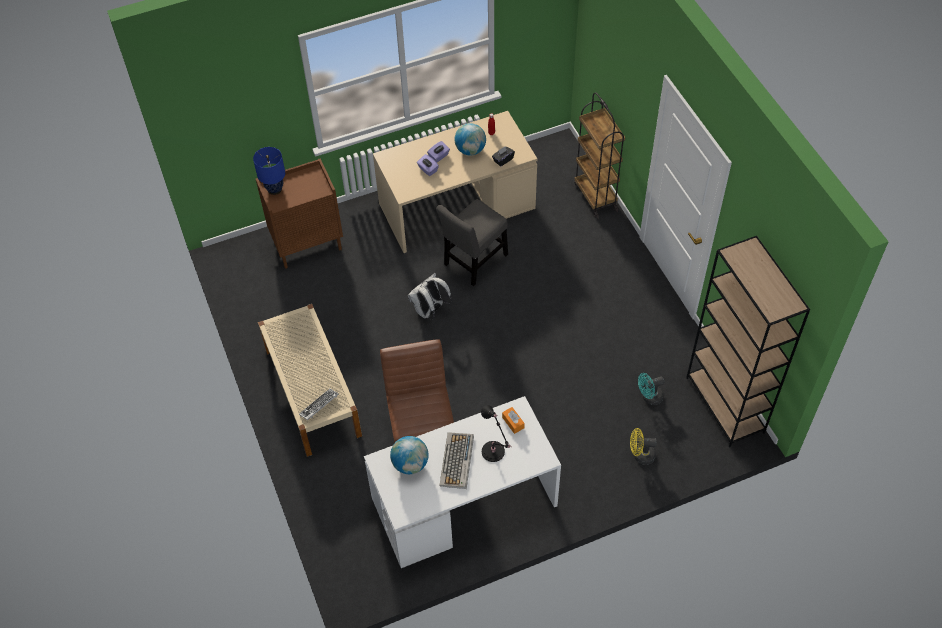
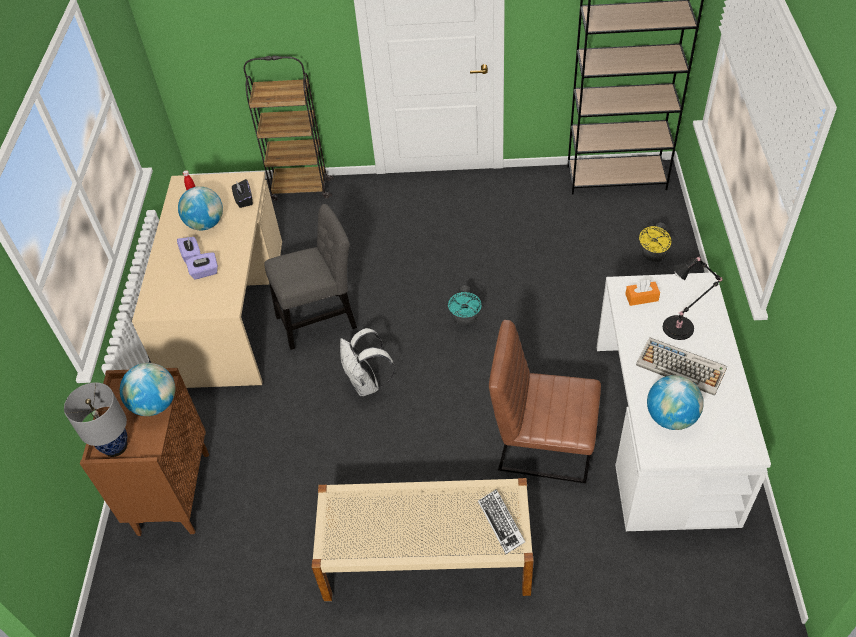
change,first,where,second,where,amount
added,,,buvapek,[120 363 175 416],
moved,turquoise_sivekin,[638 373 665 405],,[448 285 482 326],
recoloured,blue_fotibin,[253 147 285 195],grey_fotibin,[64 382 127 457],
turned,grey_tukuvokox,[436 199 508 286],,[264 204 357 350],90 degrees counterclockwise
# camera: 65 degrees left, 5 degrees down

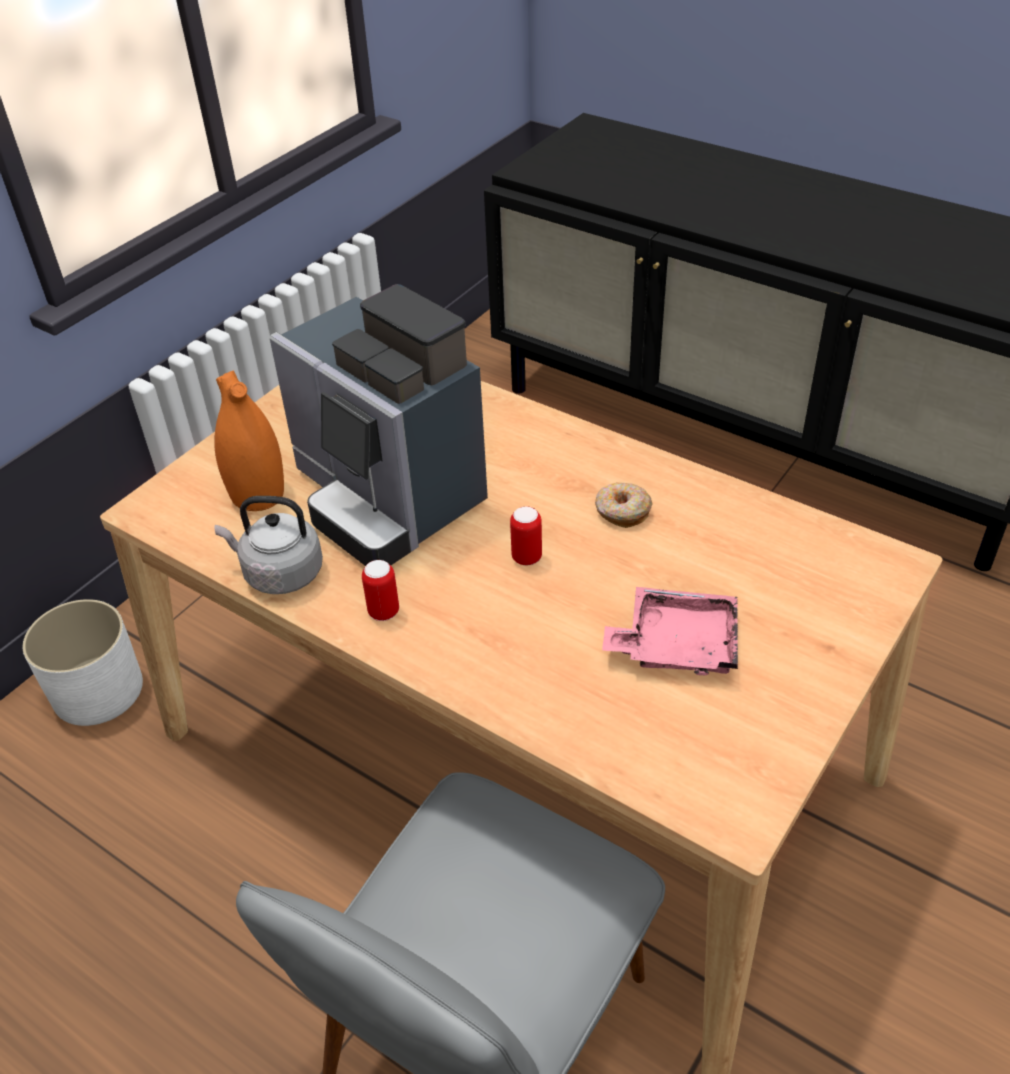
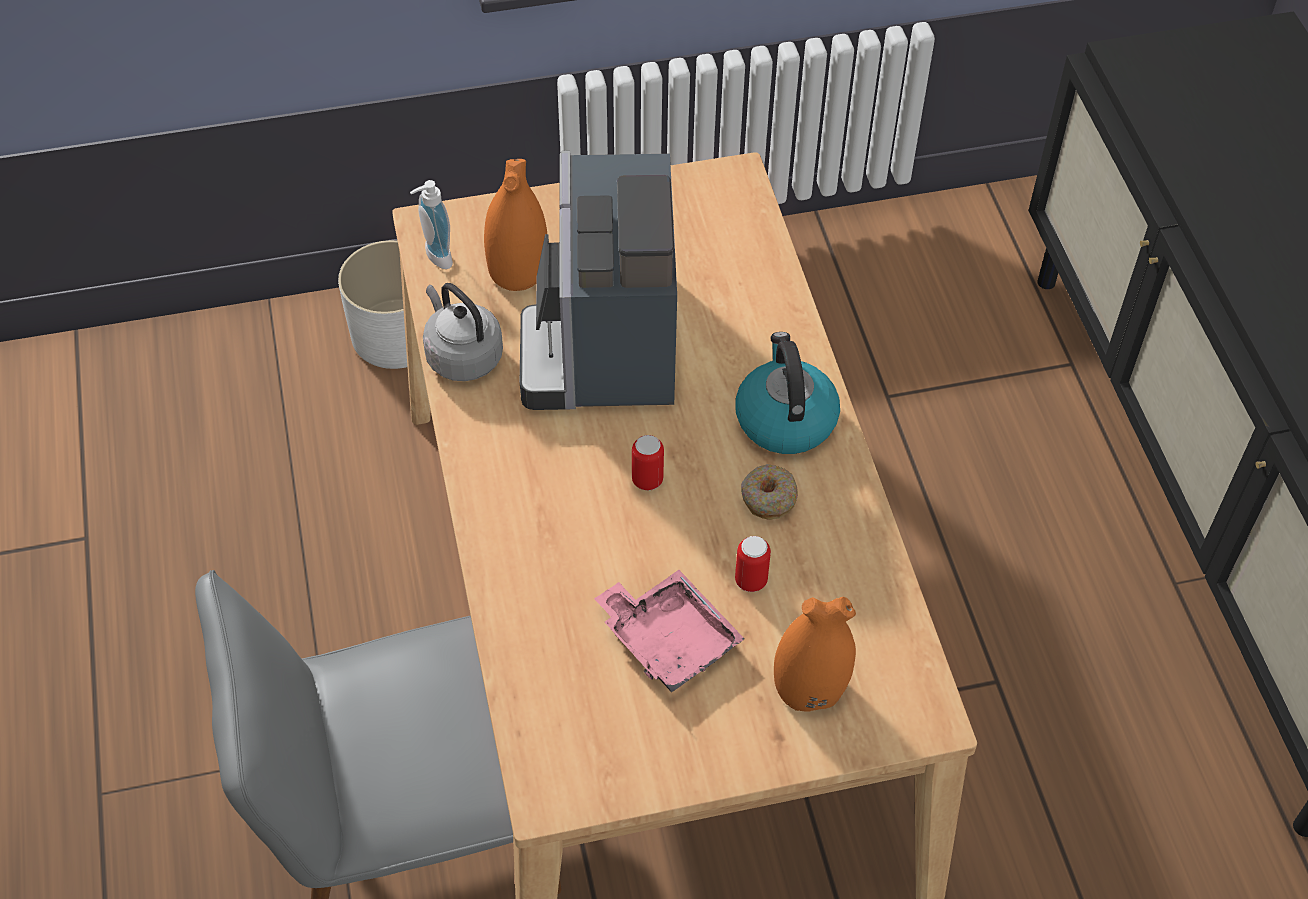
change,first,where,second,where,amount
added,,,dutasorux,[410 180 453 269],
added,,,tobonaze,[735 332 840 454],
added,,,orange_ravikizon,[774 597 856 712],
moved,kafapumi,[362 560 399 621],,[735 536 771 592],
# camera: 40 degrees right, 10 degrees up

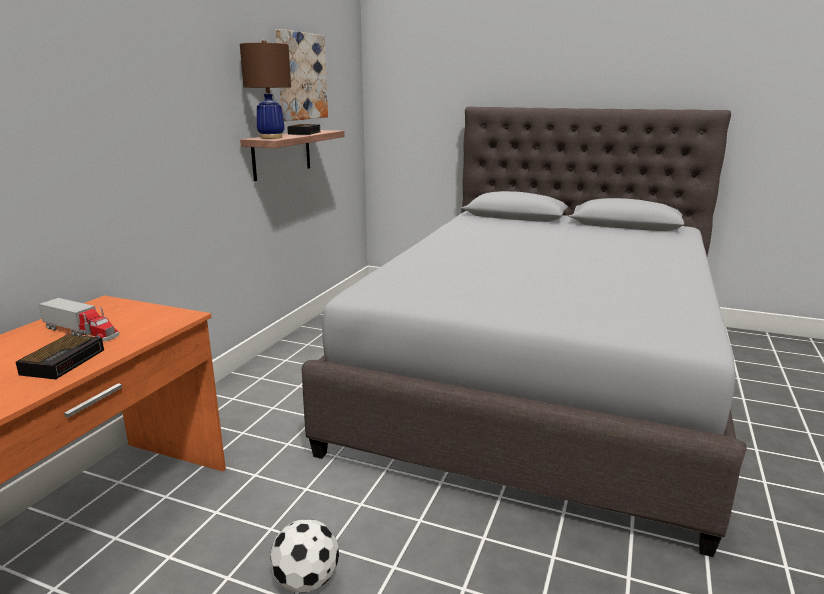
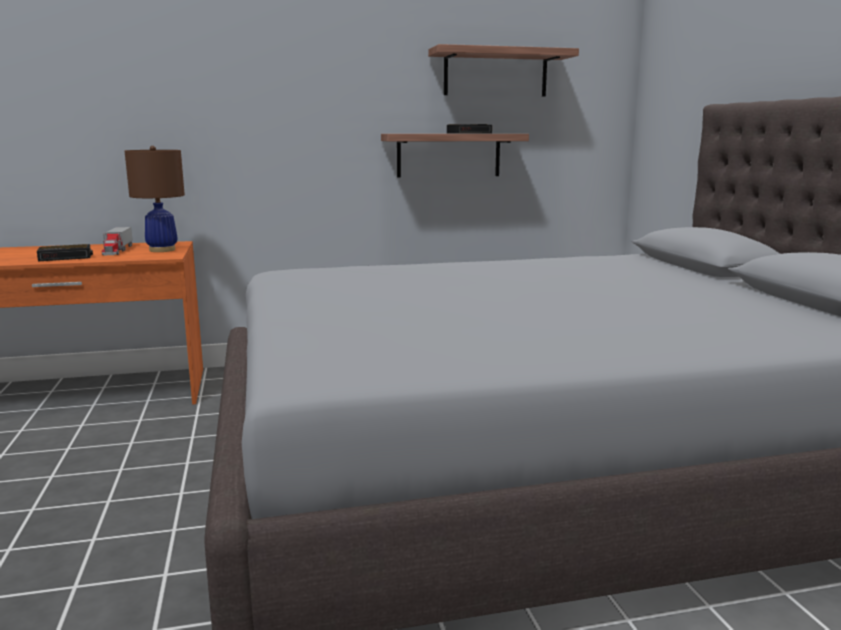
change,first,where,second,where,amount
removed,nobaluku,[270 519 339 592],,,
moved,brown_fotibin,[240 40 291 139],,[125 146 185 252],
replaced,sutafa,[275 29 328 121],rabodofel,[428 44 579 97],
# camera: 55 degrees right, 5 degrees down

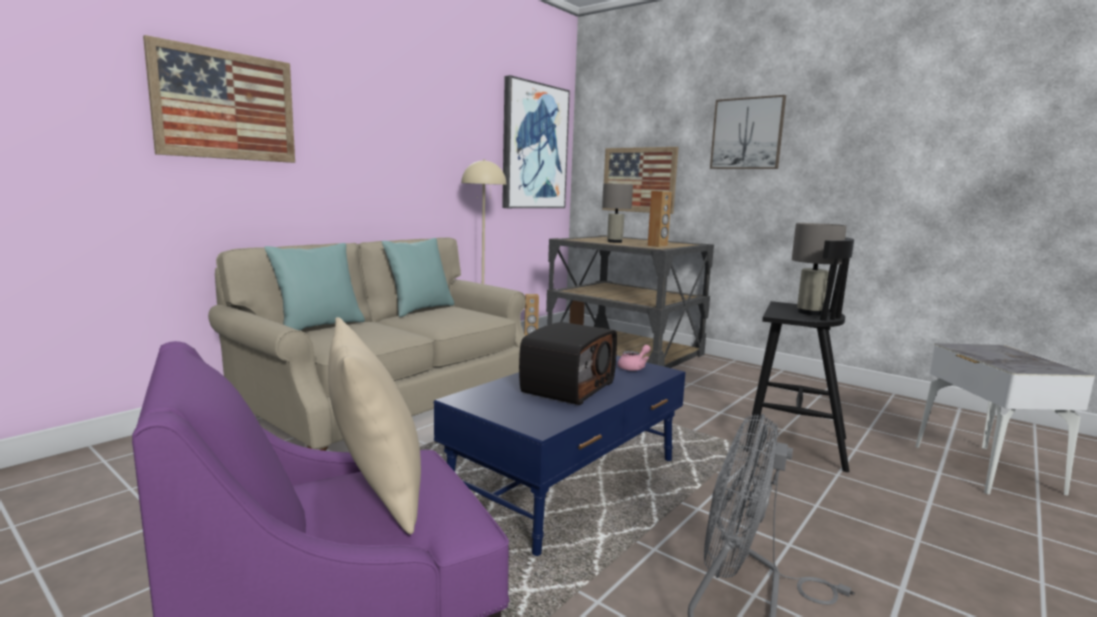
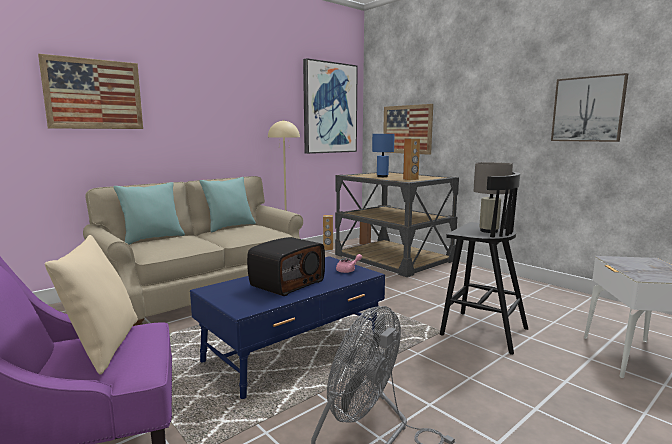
change,first,where,second,where,amount
moved,sutafa,[710 95 786 169],,[551 73 628 142],
recoloured,grey_fotibin,[602 183 633 243],blue_fotibin,[372 134 394 177],
# camera: 10 degrees right, 0 degrees up

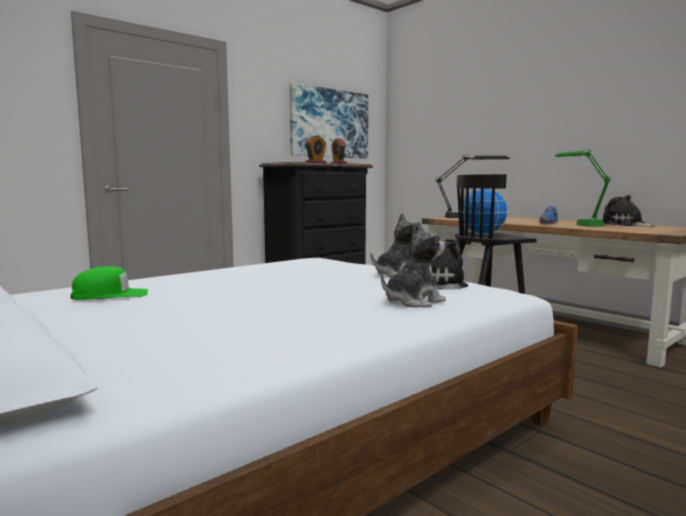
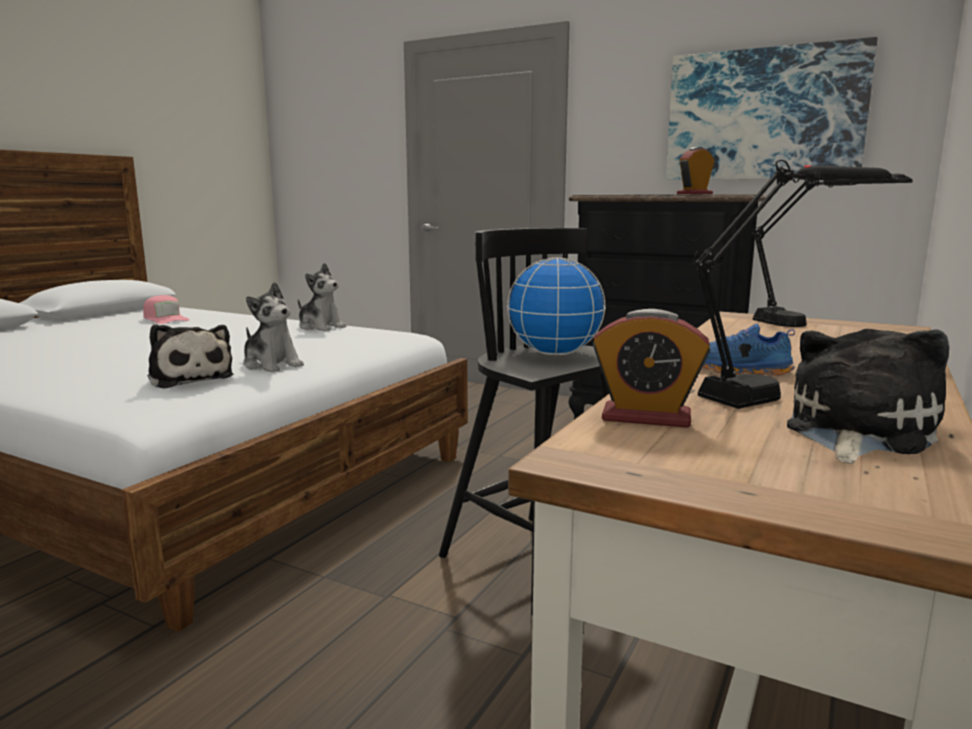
change,first,where,second,where,amount
moved,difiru,[305 136 326 163],,[592 309 711 428],
moved,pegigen,[381 222 446 307],,[298 263 346 331],
recoloured,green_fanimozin,[71 266 148 300],pink_fanimozin,[143 295 190 324],
recoloured,green_fotibin,[555 149 611 227],black_fotibin,[693 160 892 409],
# camera: 70 degrees right, 5 degrees up

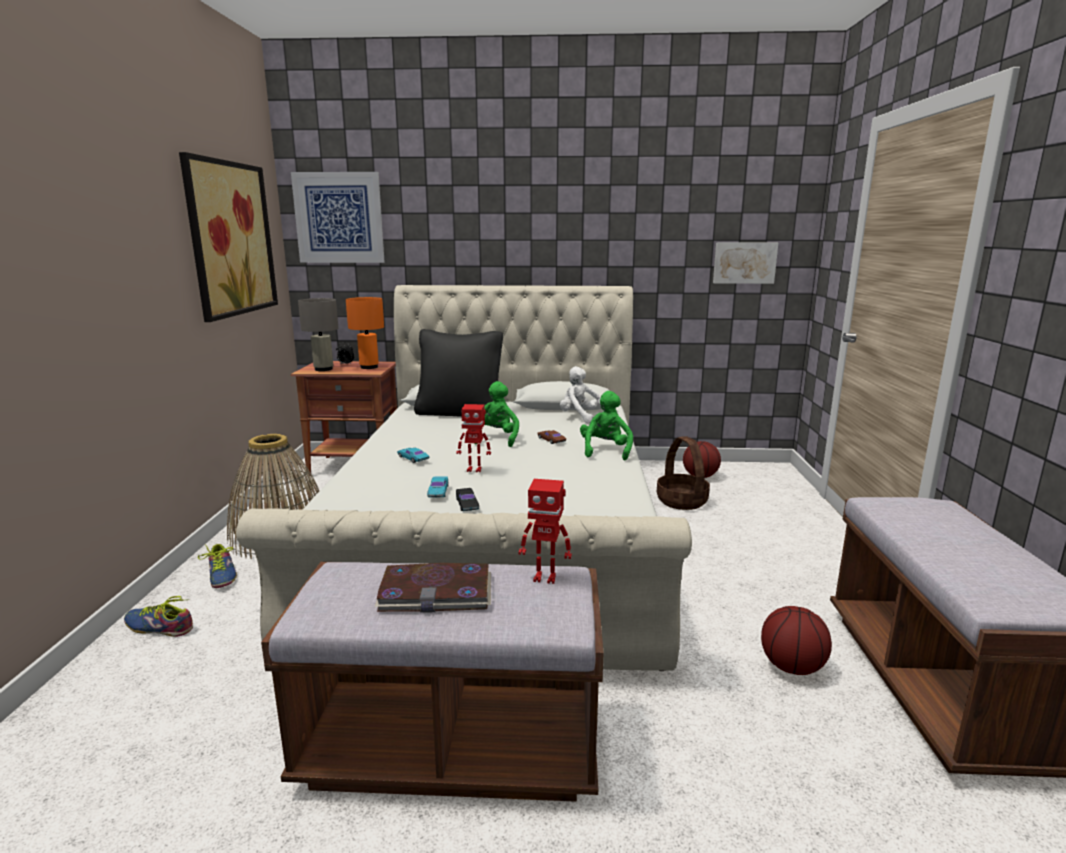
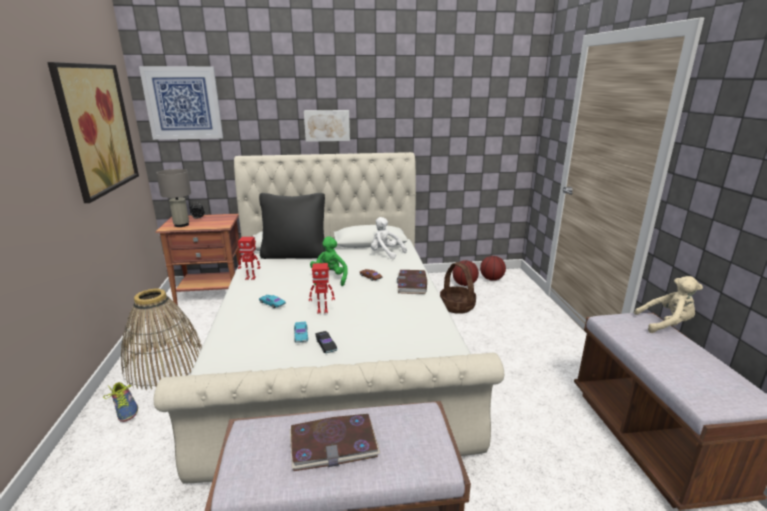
change,first,where,second,where,amount
removed,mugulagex,[124 596 193 637],,,
removed,orange_fotibin,[346 297 384 369],,,
added,,,beige_pegigen,[634 276 703 333],
moved,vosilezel,[519 479 572 584],,[238 237 261 280],
moved,sutafa,[713 242 778 284],,[304 110 350 142],
moved,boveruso,[761 606 832 675],,[480 256 506 281],
replaced,green_pegigen,[580 391 633 461],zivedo,[397 270 427 294],
# camera: 10 degrees left, 5 degrees up

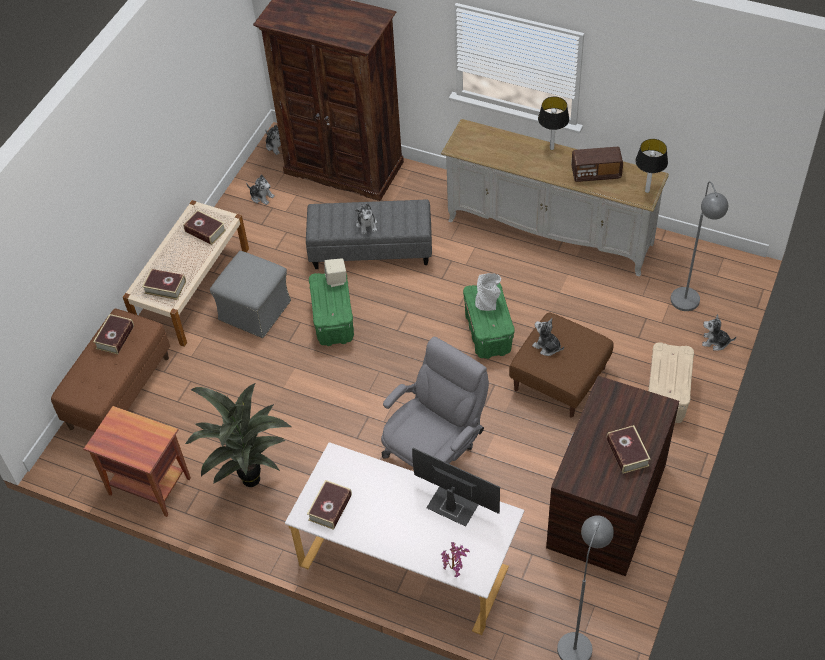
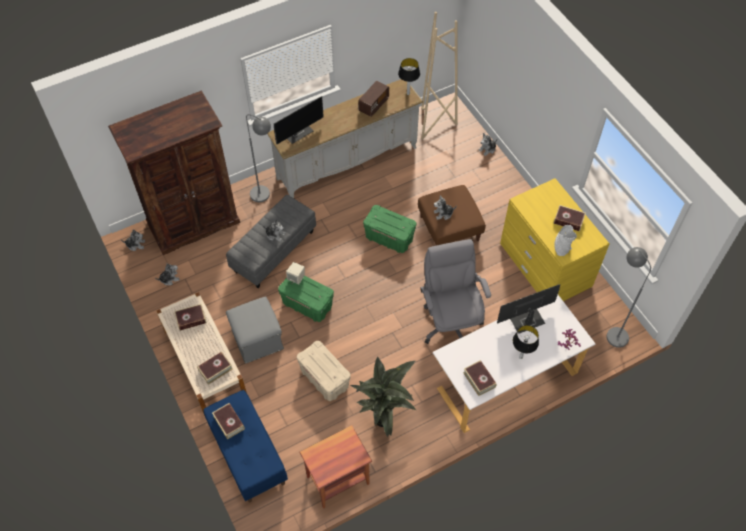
change,first,where,second,where,amount
added,,,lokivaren,[274 96 324 144],
added,,,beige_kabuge,[421 12 457 139],
moved,grey_ravikizon,[475 273 501 311],,[554 225 577 256],
moved,fotibin,[538 97 569 150],,[513 325 539 359],
moved,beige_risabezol,[648 342 694 423],,[297 341 351 401],
moved,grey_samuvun,[670 181 728 311],,[246 114 271 202],
recoloured,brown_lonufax,[51 309 170 432],blue_lonufax,[203 390 288 503],
recoloured,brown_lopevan,[546 376 679 576],yellow_lopevan,[500 178 610 301],
# camera: 55 degrees left, 5 degrees up

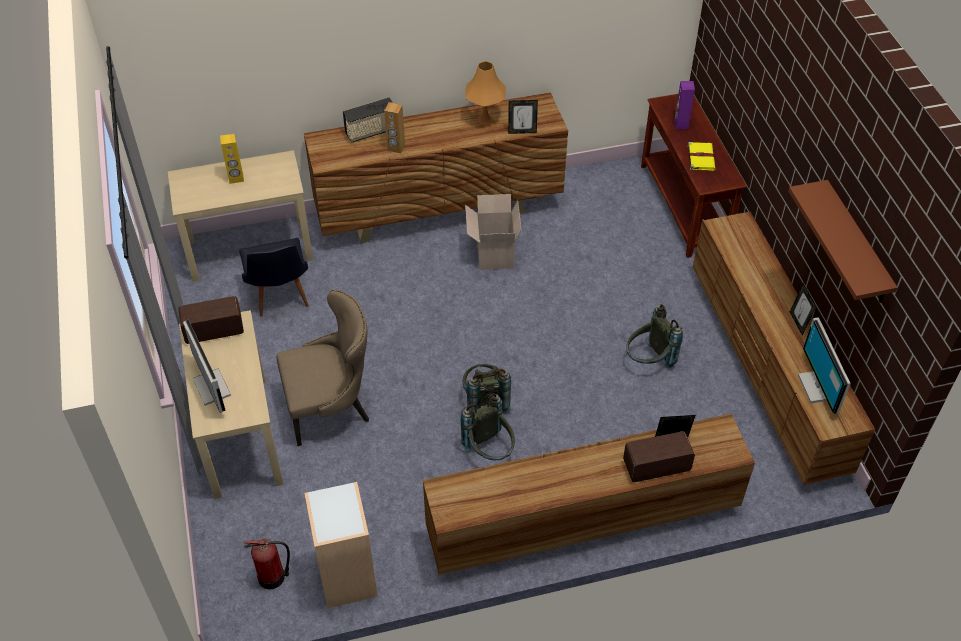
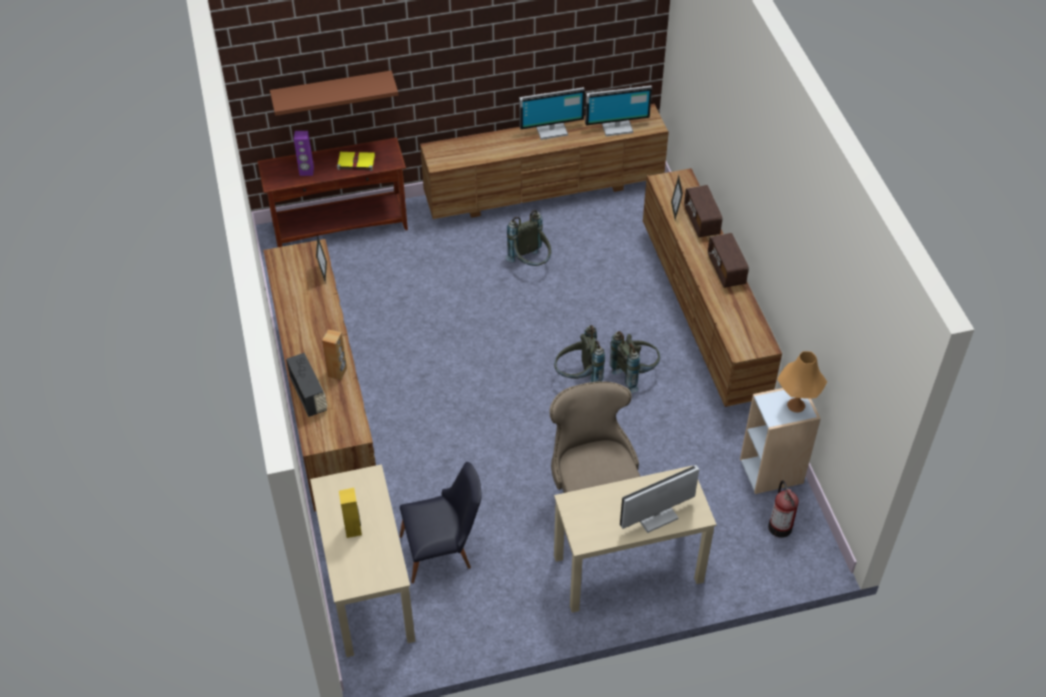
change,first,where,second,where,amount
removed,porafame,[465 194 521 270],,,
moved,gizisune,[178 296 244 344],,[708 233 749 288],
moved,orange_fotibin,[465 61 506 126],,[777 351 827 413],
moved,brown_rabodofel,[788 180 898 303],,[270 70 398 116],
replaced,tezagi,[790 283 816 335],lokivaren,[519 87 585 140],
# camera: 90 degrees left, 0 degrees up

